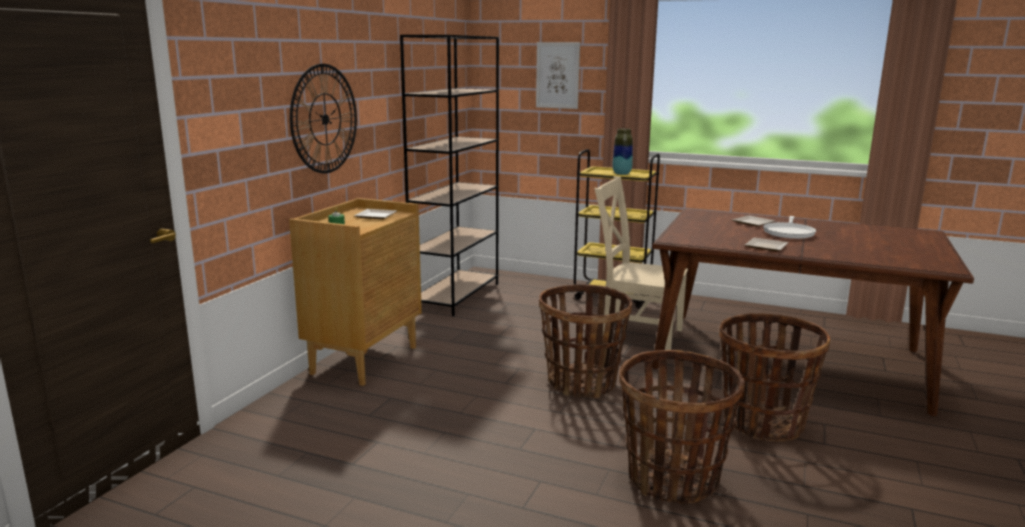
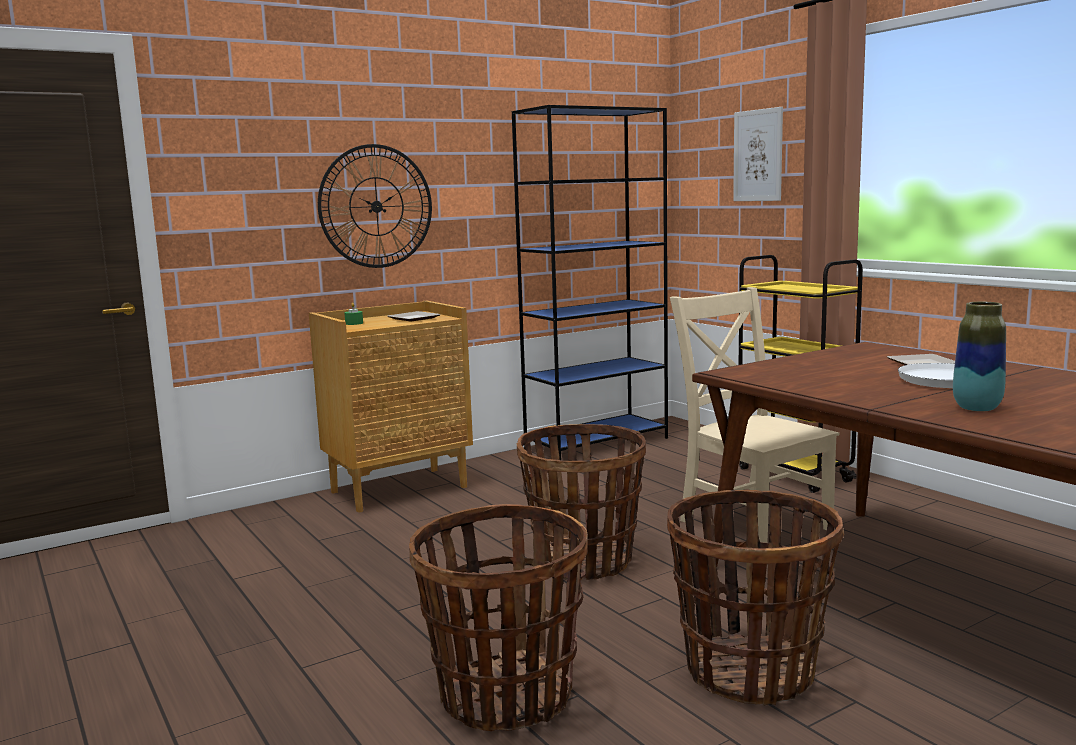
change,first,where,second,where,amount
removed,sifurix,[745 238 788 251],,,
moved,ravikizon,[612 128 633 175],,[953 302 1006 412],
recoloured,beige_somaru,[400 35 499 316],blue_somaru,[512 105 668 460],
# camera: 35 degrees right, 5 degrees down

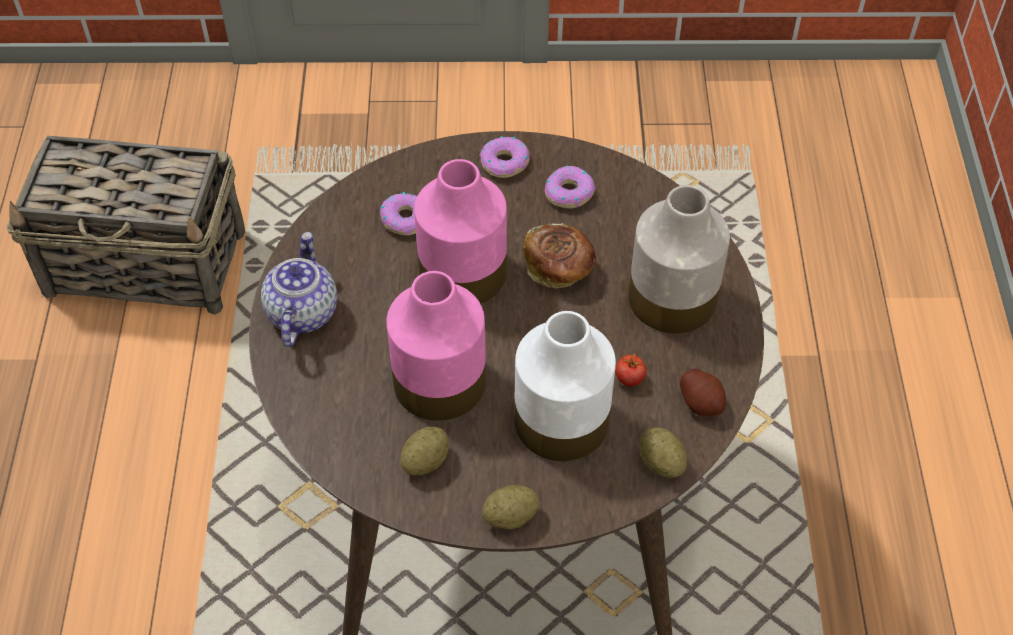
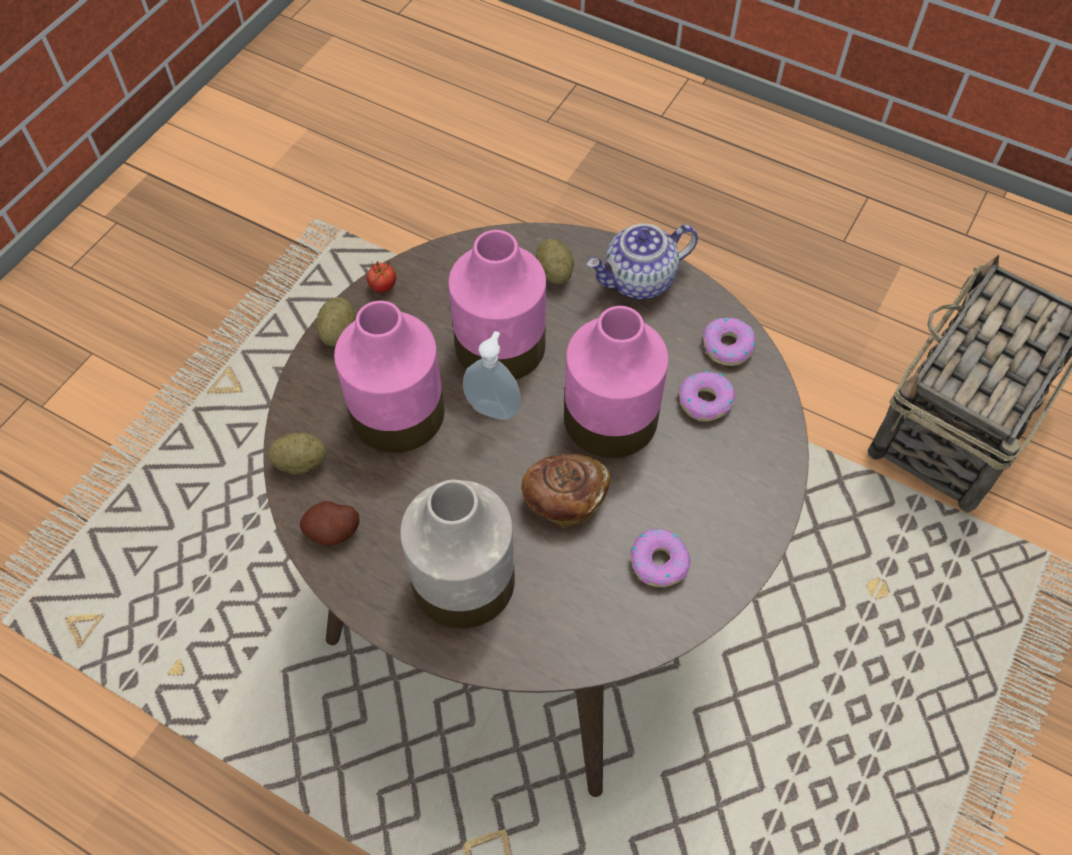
change,first,where,second,where,amount
added,,,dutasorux,[463 331 521 420],
moved,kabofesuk,[400 427 449 475],,[536 239 574 284],
moved,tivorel,[480 136 529 178],,[703 317 756 366],
moved,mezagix,[615 353 647 386],,[367 259 396 292],
recoloured,white_ravikizon,[515 311 616 461],pink_ravikizon,[334 301 444 453],
turned,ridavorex,[261 232 337 347],,[586 224 698 299],120 degrees clockwise
# camera: 120 degrees right, 5 degrees up

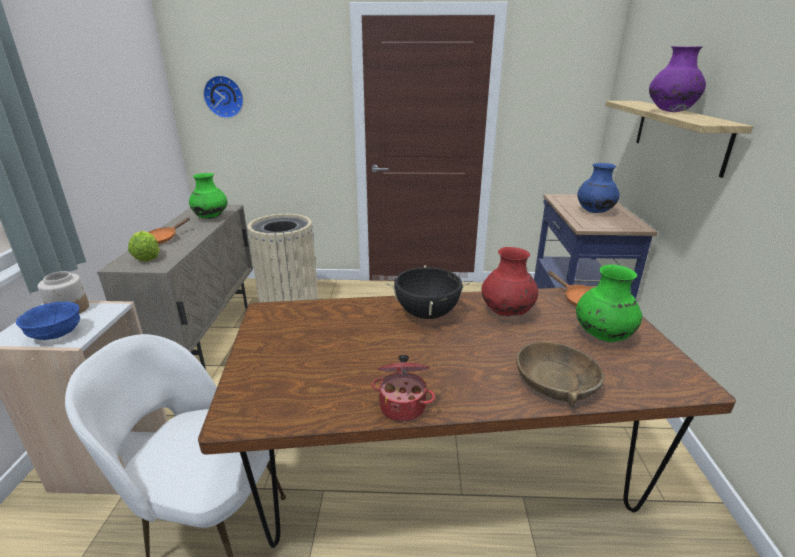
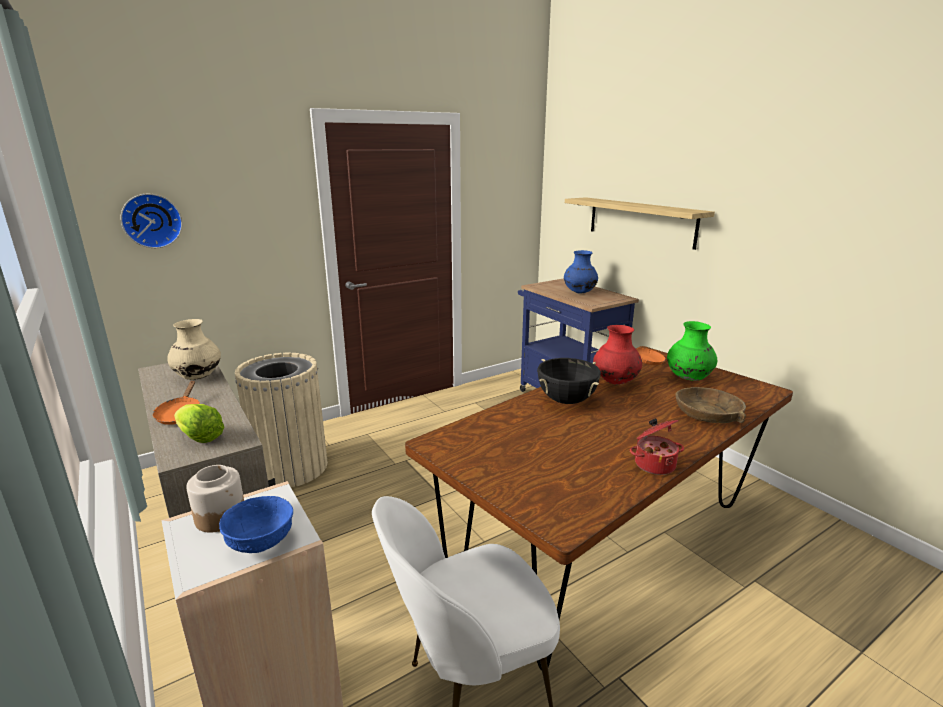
change,first,where,second,where,amount
removed,purple_ravikizon,[649 46 706 112],,,
recoloured,green_ravikizon,[189 173 228 219],beige_ravikizon,[167 319 221 380],
# camera: 35 degrees left, 5 degrees down

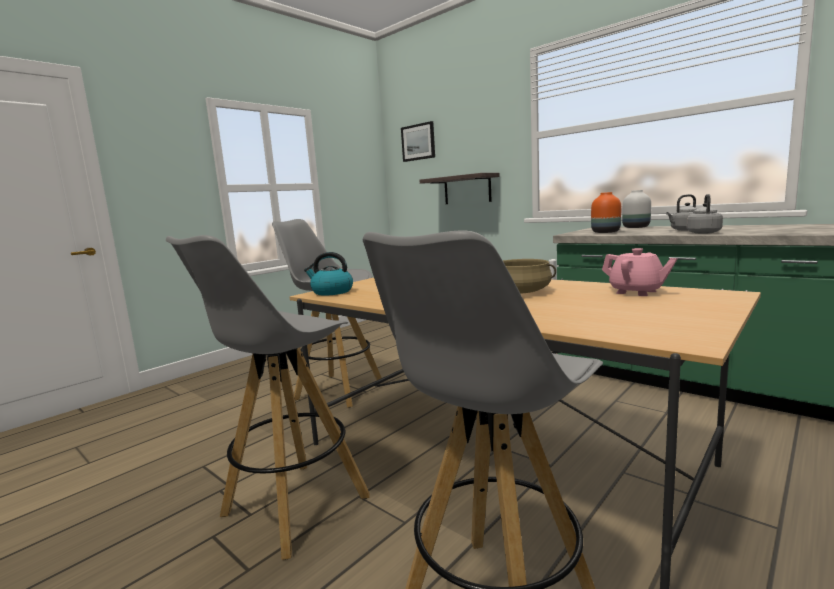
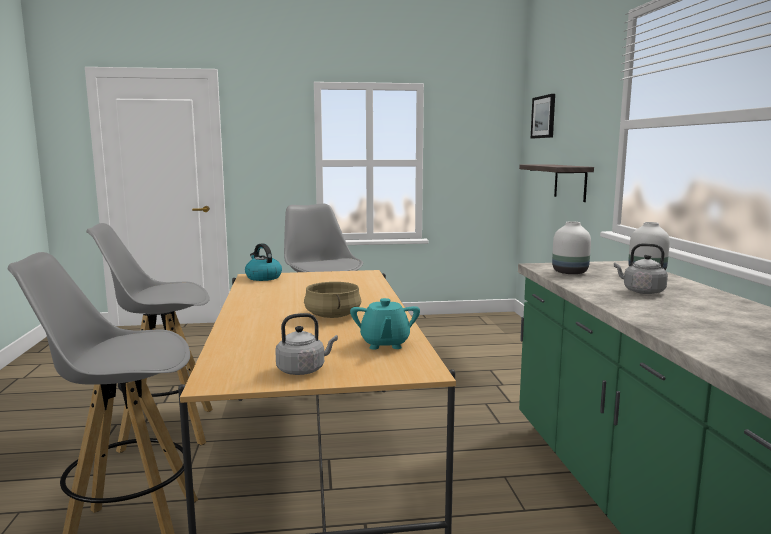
change,first,where,second,where,amount
moved,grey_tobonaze,[686 194 723 234],,[275 313 338 375],
recoloured,orange_ravikizon,[591 192 621 233],white_ravikizon,[552 221 591 274],
recoloured,pink_ridavorex,[602 248 677 296],turquoise_ridavorex,[350 298 420 350],
# camera: 40 degrees right, 0 degrees up

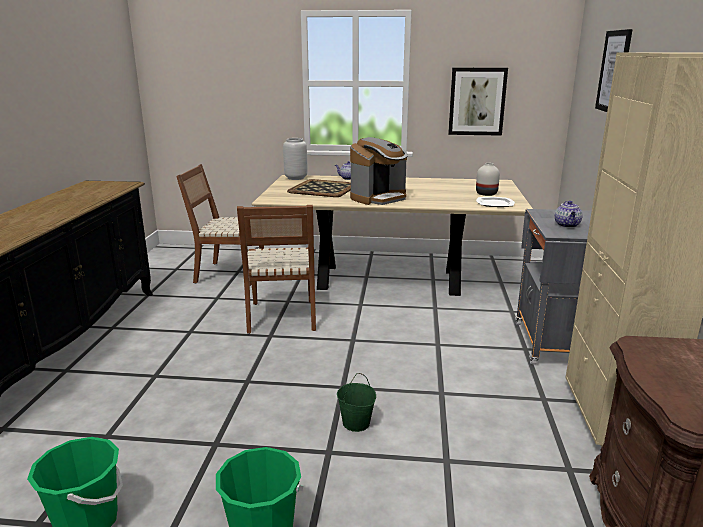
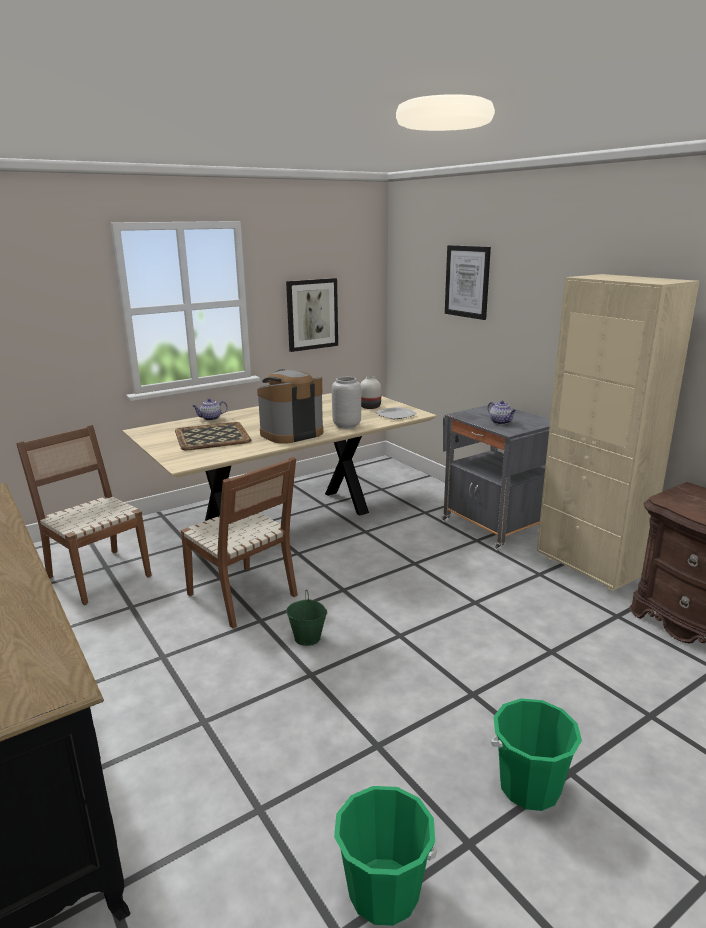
change,first,where,second,where,amount
moved,grey_ravikizon,[283 138 307 180],,[332 377 361 429],
moved,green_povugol,[337 373 376 432],,[286 590 327 646],
turned,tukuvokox,[176 164 264 286],,[17 425 152 605],75 degrees clockwise
turned,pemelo,[350 137 408 205],,[257 369 323 444],135 degrees counterclockwise
# camera: 40 degrees left, 0 degrees up

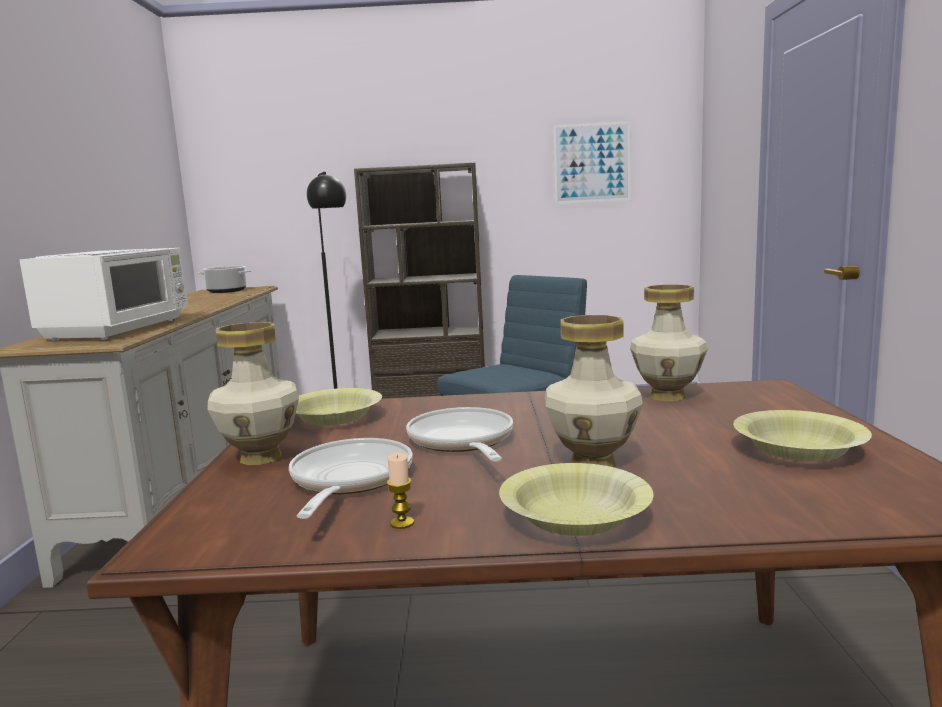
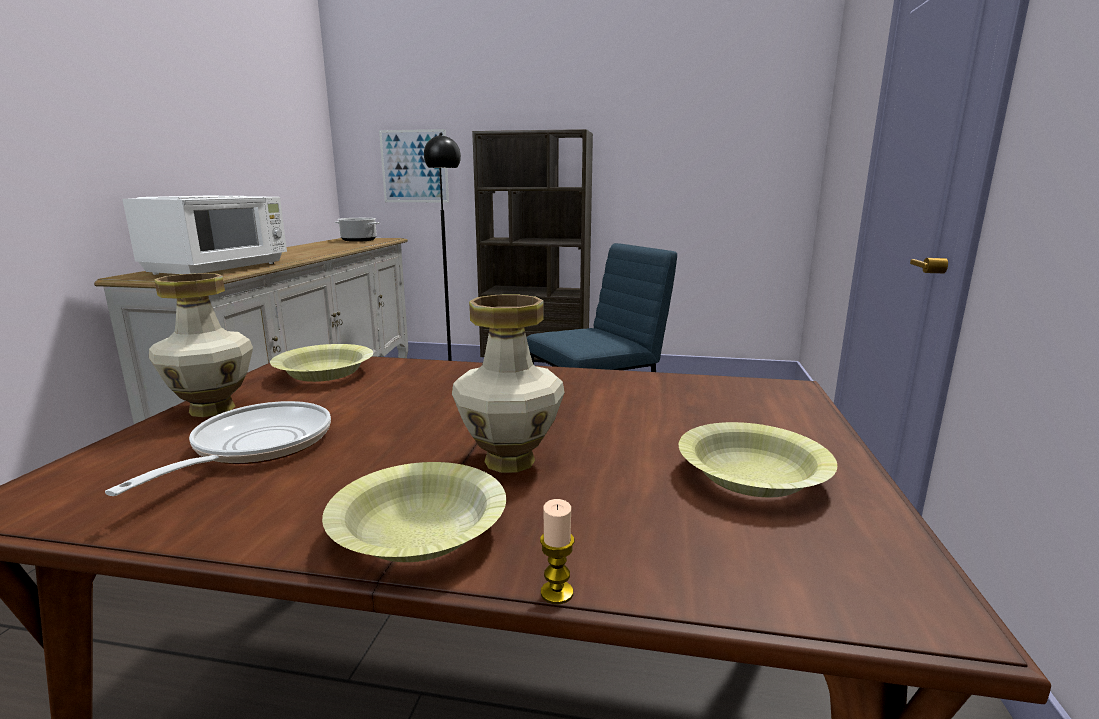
change,first,where,second,where,amount
removed,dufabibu,[406 407 513 462],,,
removed,ravikizon,[630 284 708 402],,,
moved,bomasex,[387 452 414 529],,[540 499 574 604],
moved,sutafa,[553 121 630 204],,[379 129 449 203],
# camera: 10 degrees right, 5 degrees up

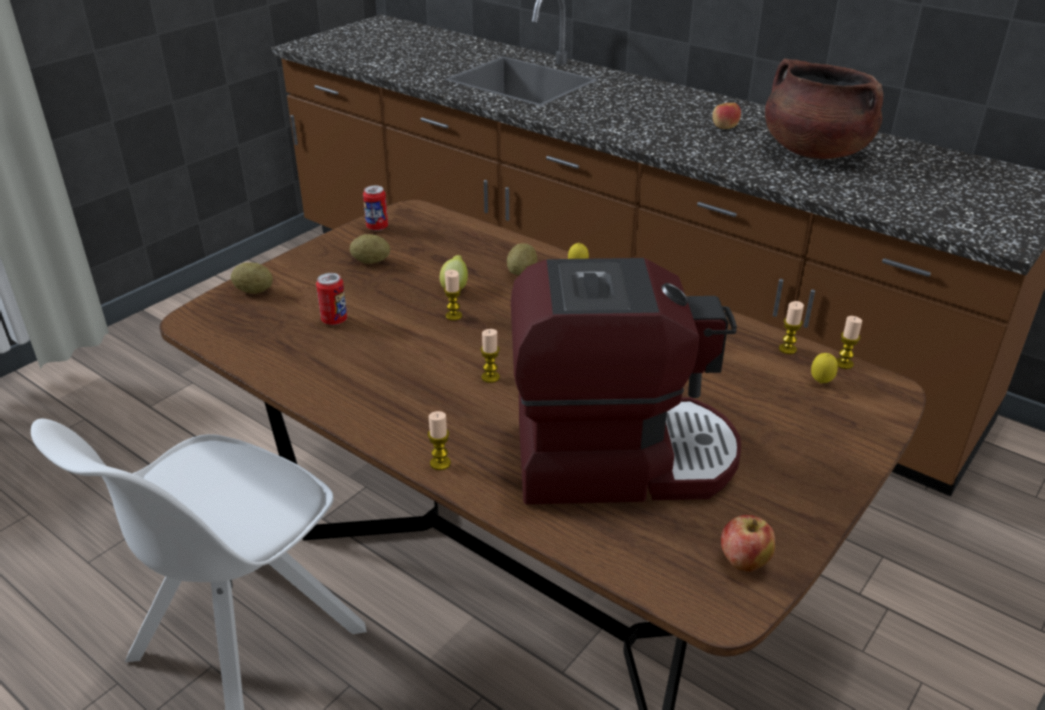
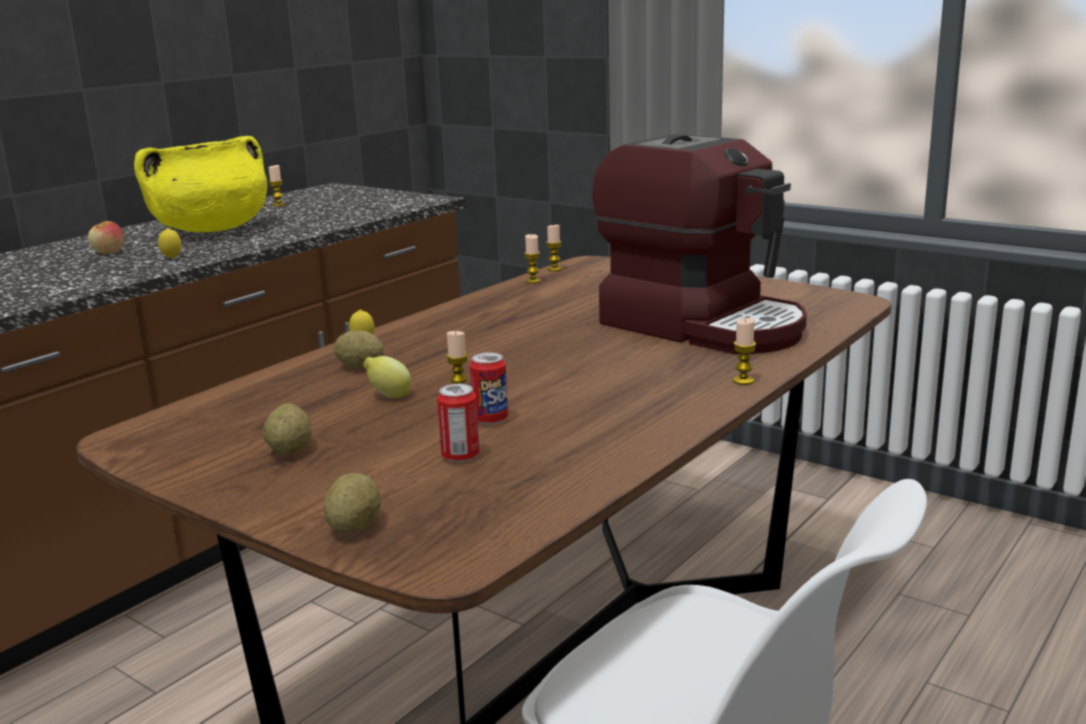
change,first,where,second,where,amount
removed,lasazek,[721 515 775 572],,,
moved,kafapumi,[363 185 388 231],,[470 352 508 425],
moved,bomasex,[481 329 500 383],,[269 165 285 206],
moved,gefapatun,[811 353 838 383],,[158 228 182 259],
recoloured,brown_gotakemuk,[765 58 884 159],yellow_gotakemuk,[134 136 267 232],
turned,pemelo,[511 258 741 505],,[592 134 807 354],135 degrees clockwise
# camera: 90 degrees left, 15 degrees down

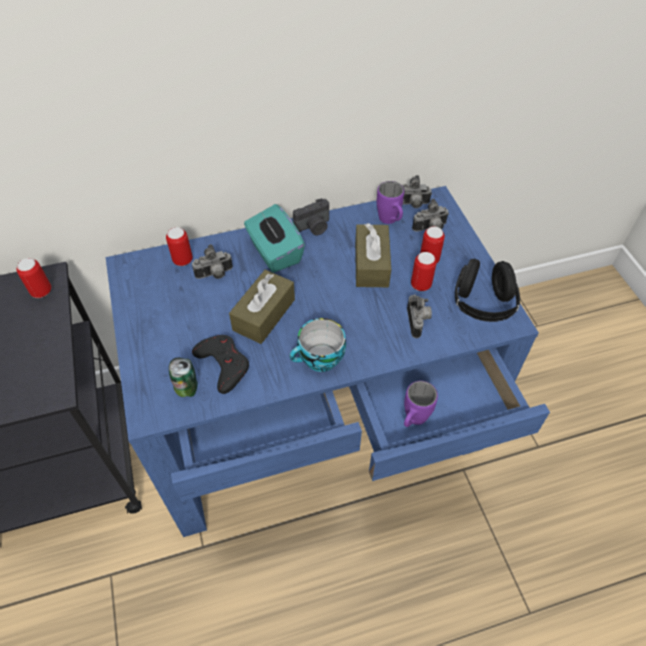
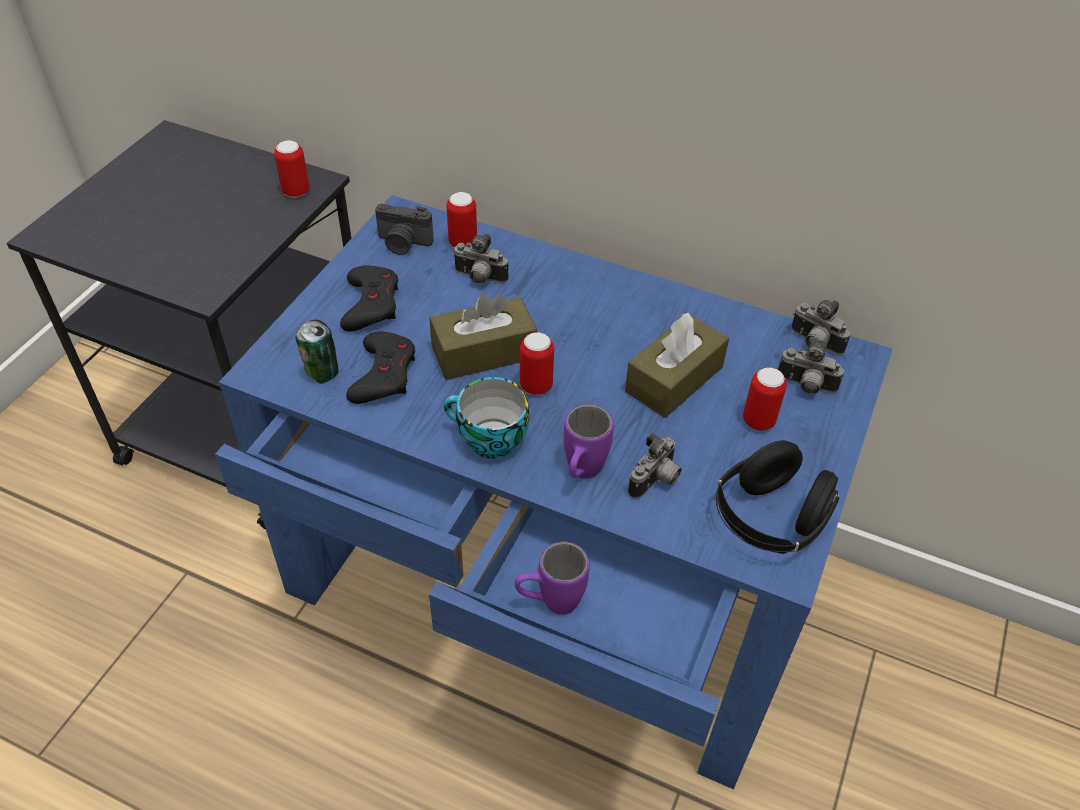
change,first,where,second,where,amount
removed,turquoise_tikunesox,[244 204 305 273],,,
added,,,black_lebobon,[340 266 398 332],
moved,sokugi,[293 198 329 236],,[375 204 434 255],
moved,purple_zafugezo,[377 181 404 224],,[563 404 614 479],
moved,kafapumi,[411 252 437 291],,[520 332 554 395],
# camera: 40 degrees right, 5 degrees down

